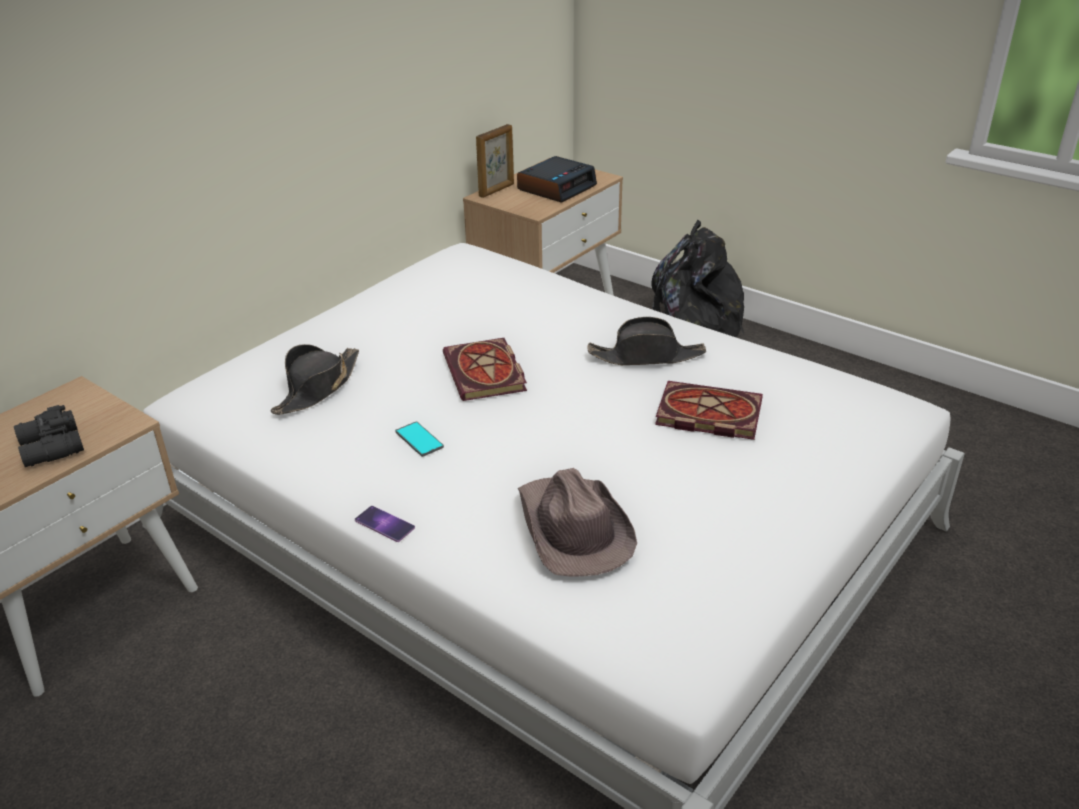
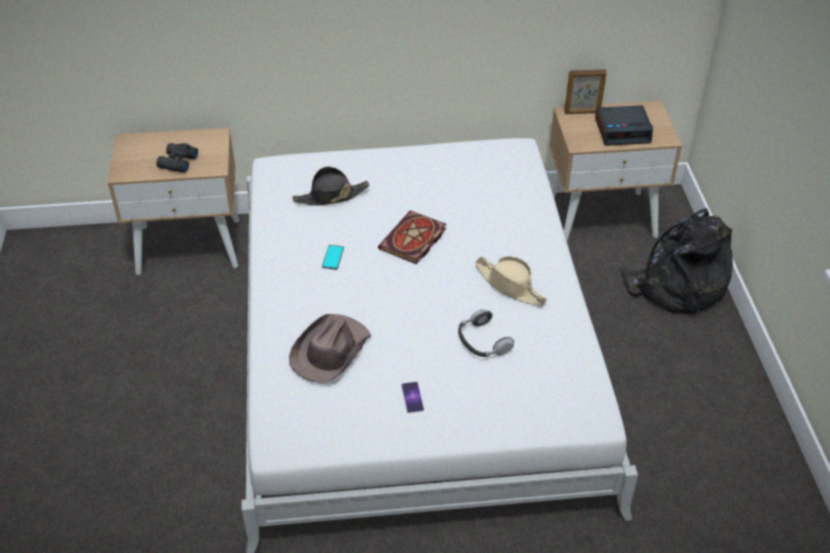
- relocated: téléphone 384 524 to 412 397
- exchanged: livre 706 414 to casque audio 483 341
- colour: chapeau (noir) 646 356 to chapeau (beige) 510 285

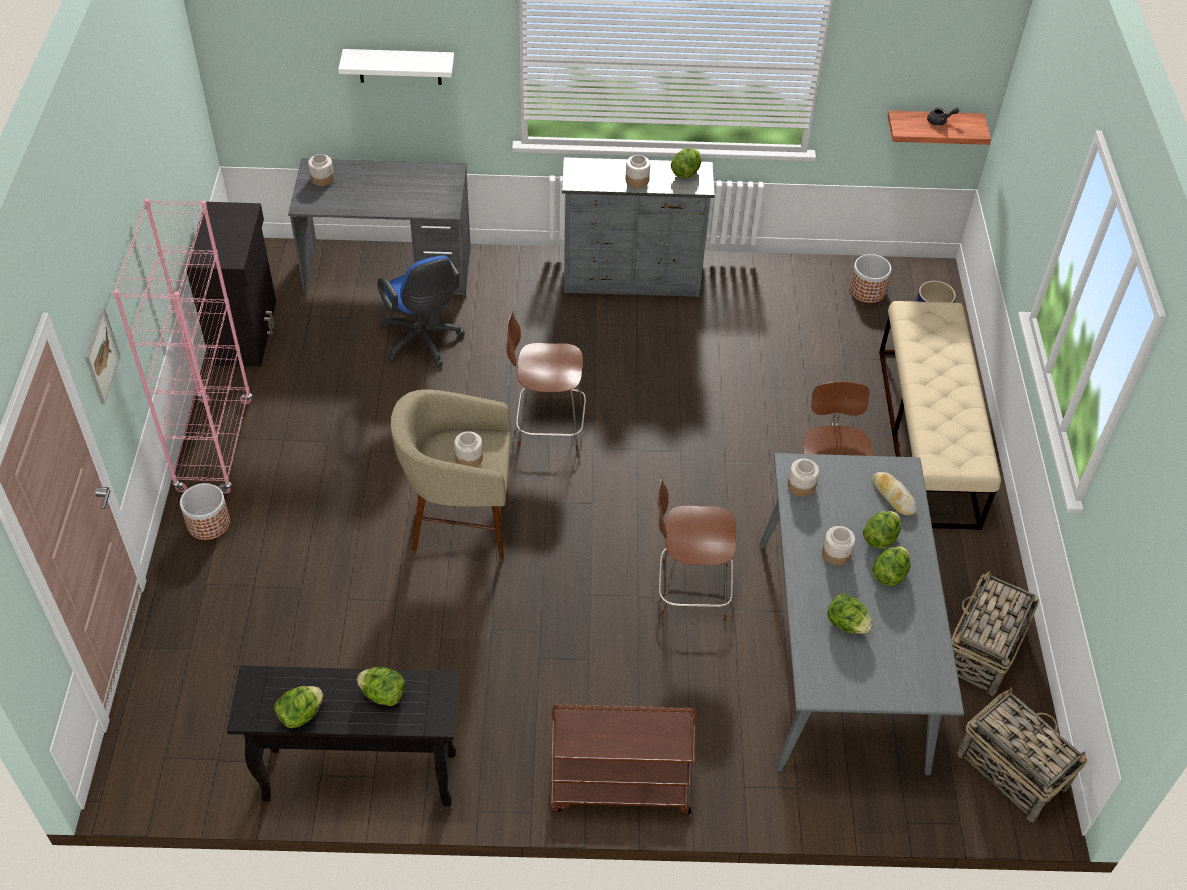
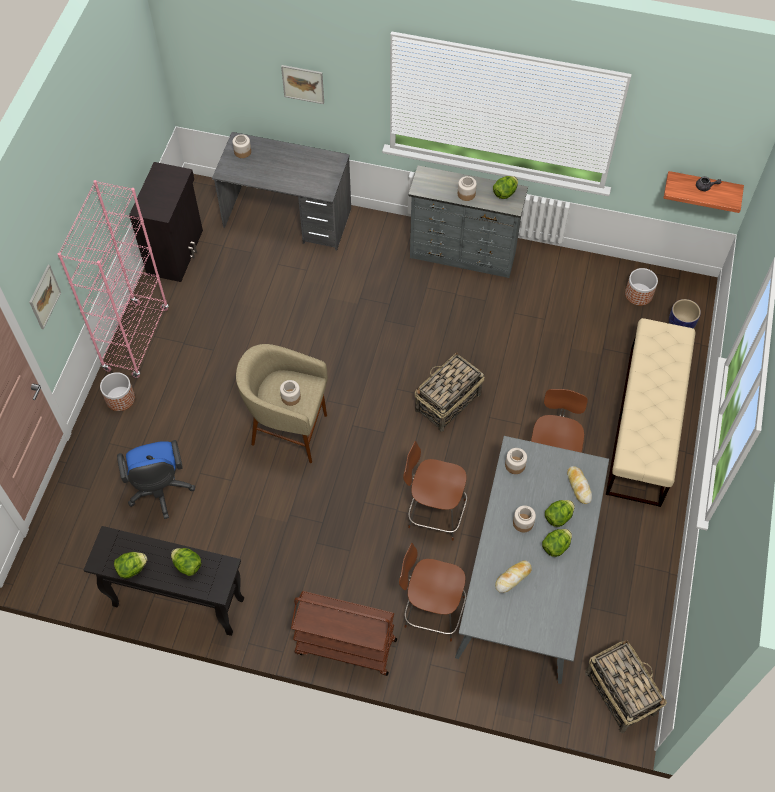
- relocated: chaise de bureau (bleu) 423 342 to 161 491
- exchanged: étagère (blanc) 399 66 to tableau 303 84
- relocated: chaise (marron) 547 425 to 432 611
- relocated: panier 982 651 to 447 403
- exchanged: laitue 846 624 to pain 513 577

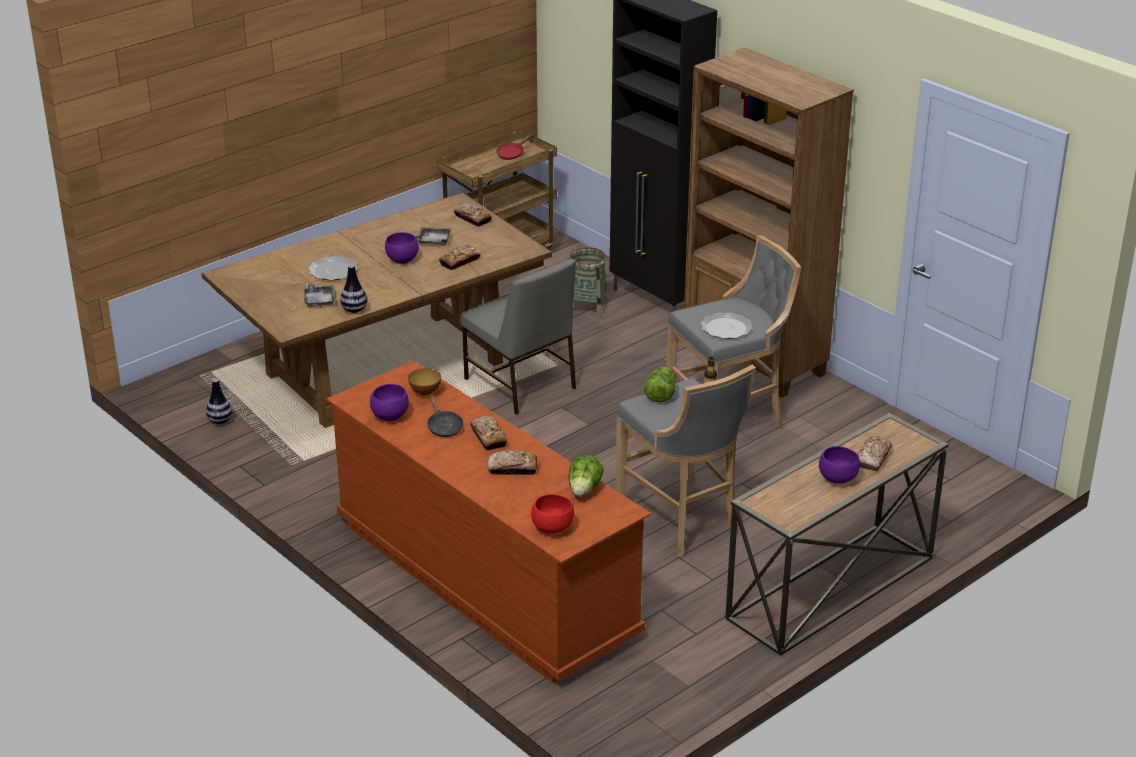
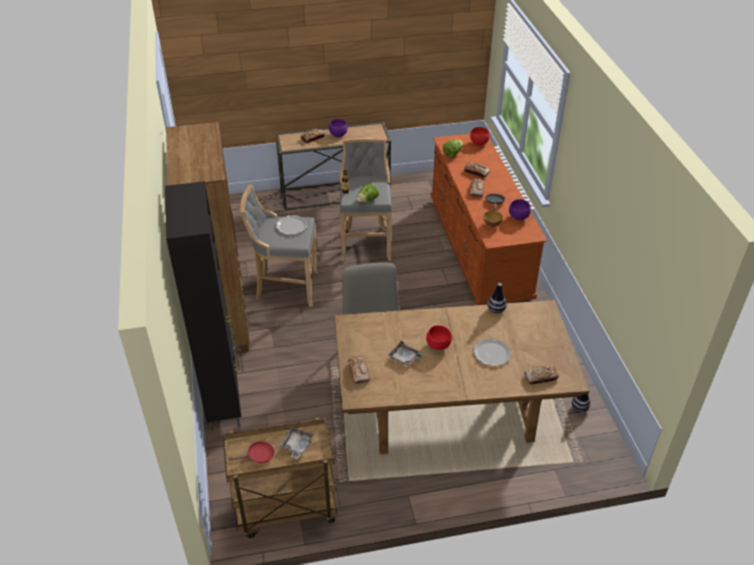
- relocated: plateau (gris) 319 300 to 297 445
- colour: bol (violet) 402 260 to bol (rouge) 439 345
- relocated: pain 460 261 to 540 377
- missing: panier 587 308

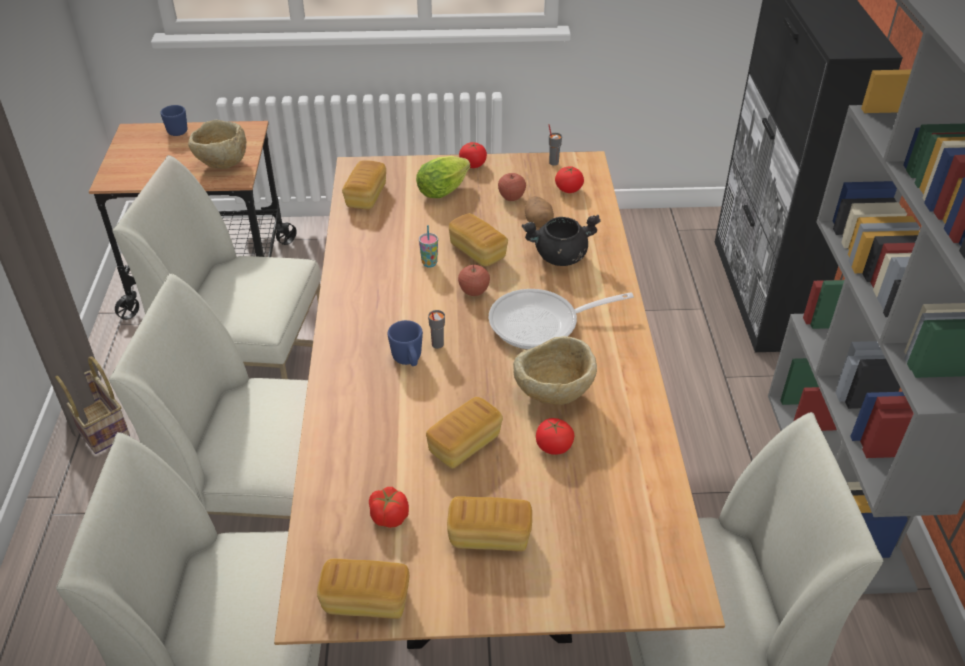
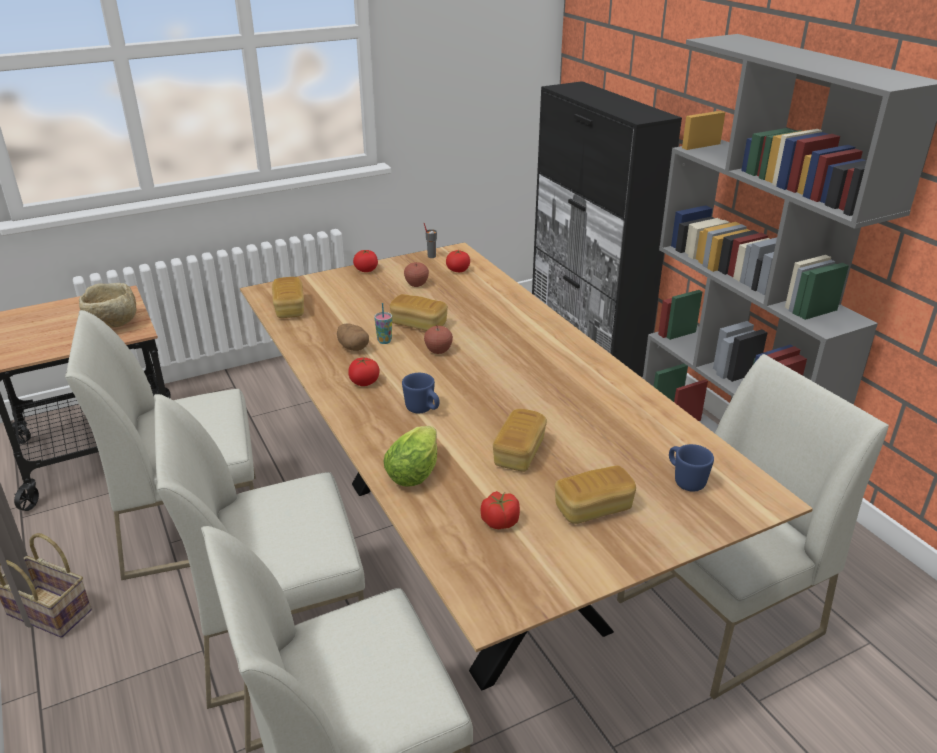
- relocated: pomme de terre 538 222 to 353 347
- relocated: tomate 554 447 to 364 382
- relocated: laitue 445 190 to 416 470
- relocated: mug (bleu) 178 130 to 685 480
- missing: pain 366 600
- missing: tasse (gris) 437 344
- missing: poêle 542 324
- missing: bol (beige) 553 396
- missing: marmite (noir) 559 257

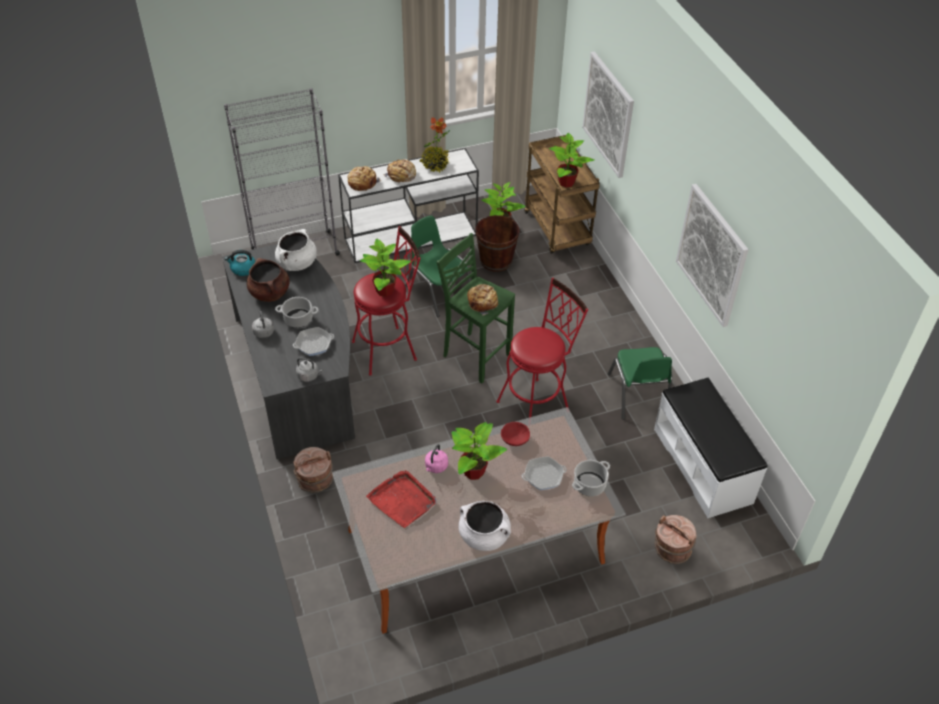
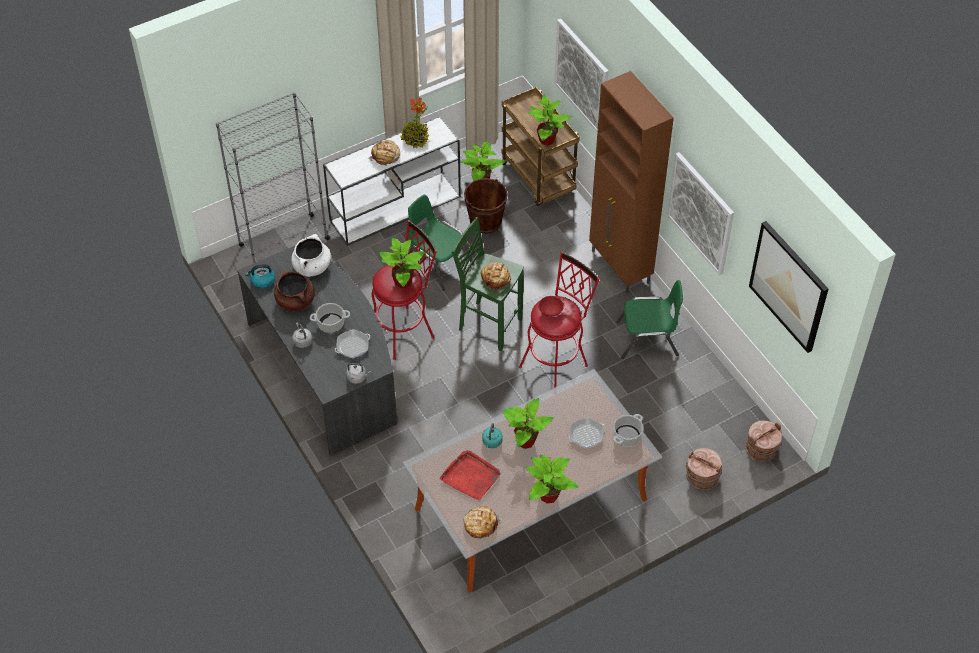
- relocated: pain 362 182 to 480 524
- colour: bouilloire (rose) 435 467 to bouilloire (turquoise) 491 442
- exchanged: marmite (blanc) 484 536 to plante en pot 548 495
- relocated: bol (rouge) 514 439 to 550 311
- appeared: meuble de rangement (marron) 620 267
- spun: chaise (vert) 638 395 = 647 339 75 degrees counterclockwise
- relocated: seau (marron) 315 481 to 761 450
- appeared: tableau 789 286
- missing: banc (blanc) 703 465

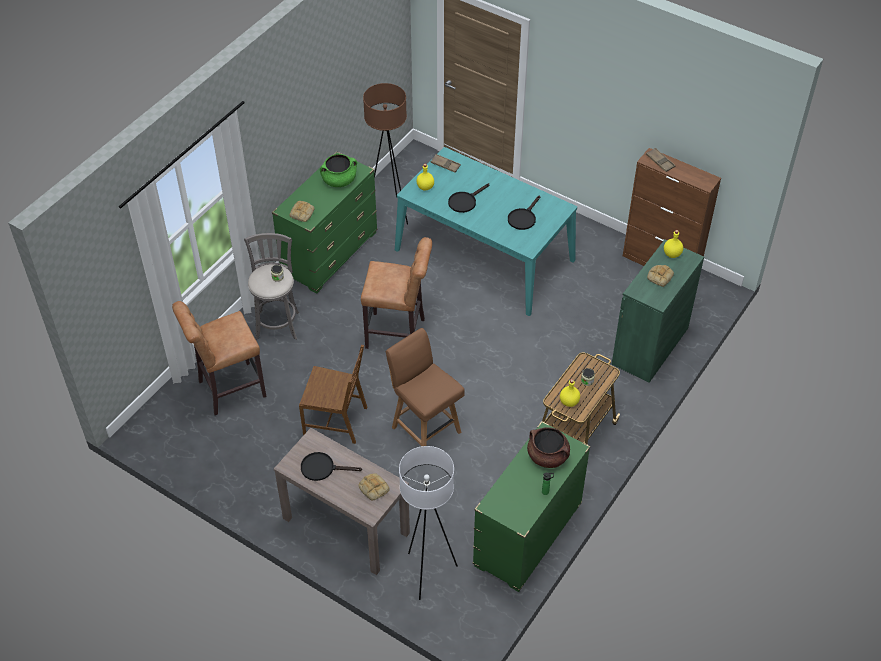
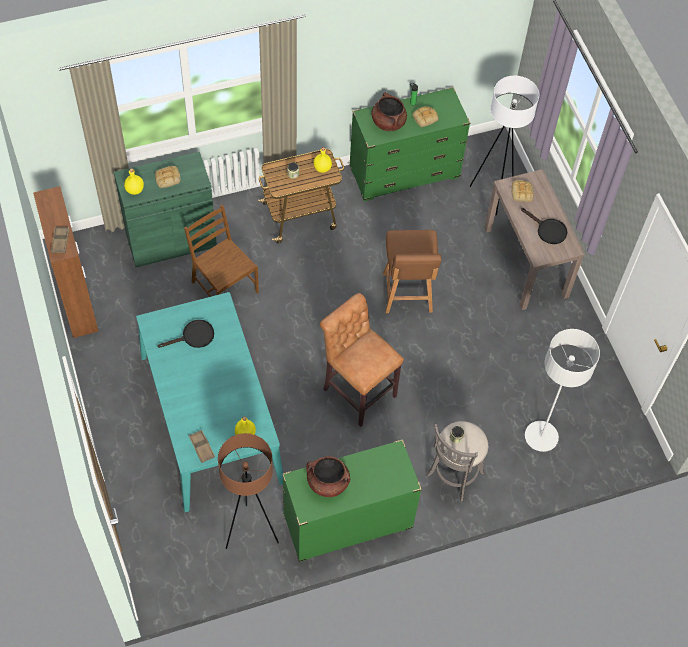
- relocated: chaise (marron) 336 420 to 224 287
- colour: marmite (vert) 339 180 to marmite (marron) 327 482
- relocated: pain 302 213 to 425 117
- exchanged: tabouret (marron) 228 390 to lampadaire (gris) 541 437
- missing: poêle (noir) 465 201

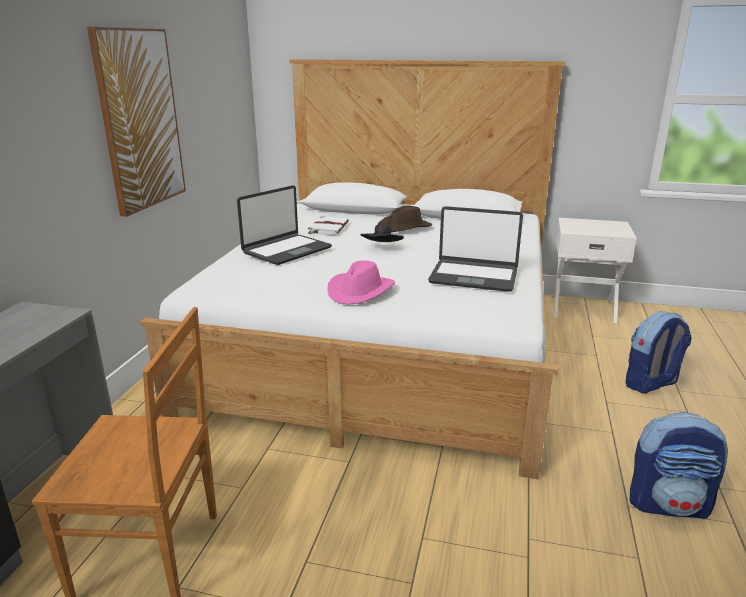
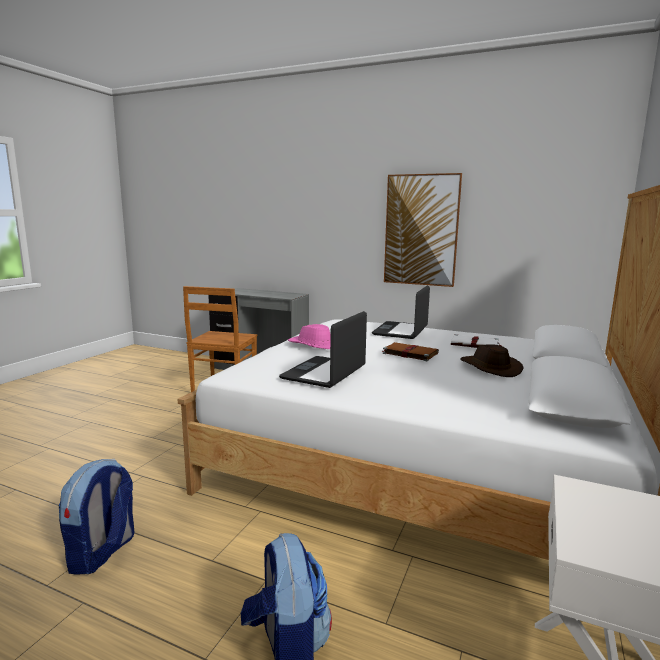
- spun: ordinateur portable 286 250 = 401 331 60 degrees clockwise
- exchanged: chapeau (noir) 382 248 to livre (marron) 409 353

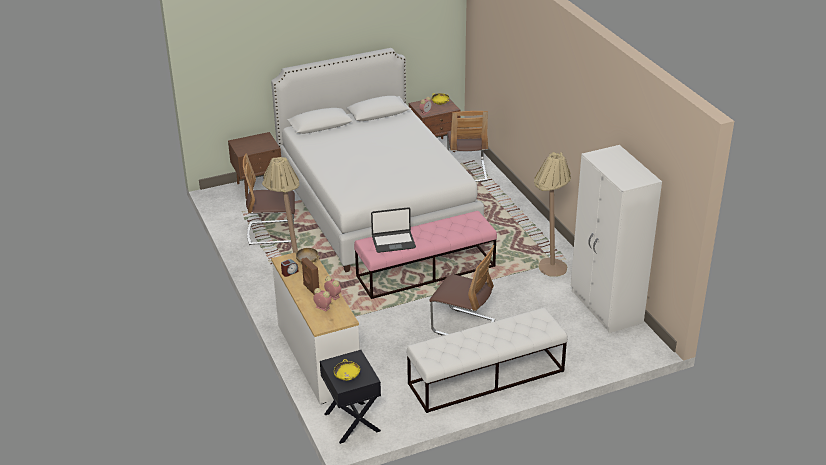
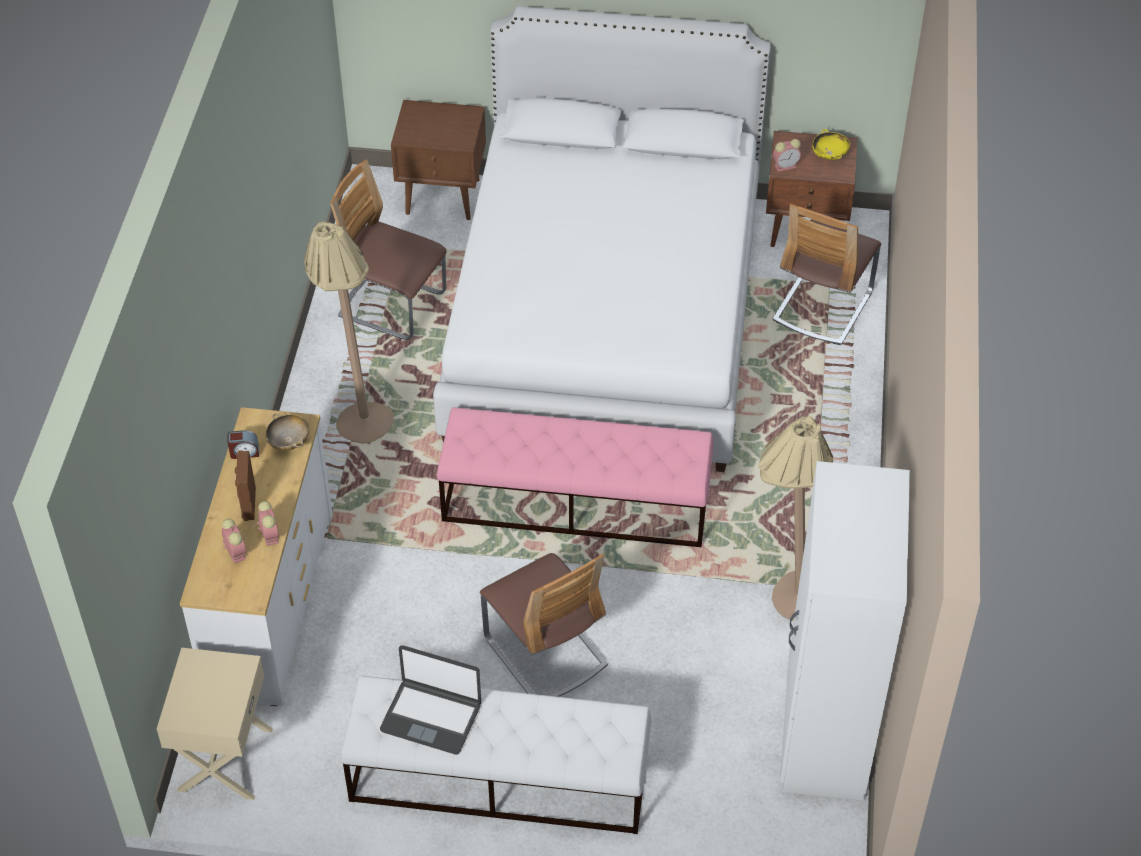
- colour: table de chevet (noir) 351 422 to table de chevet (beige) 223 759
- relocated: ordinateur portable 393 242 to 431 717
- missing: bol (jaune) 347 377

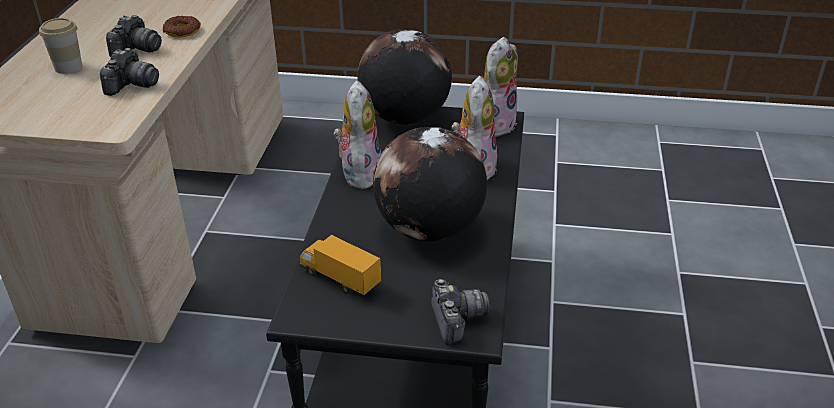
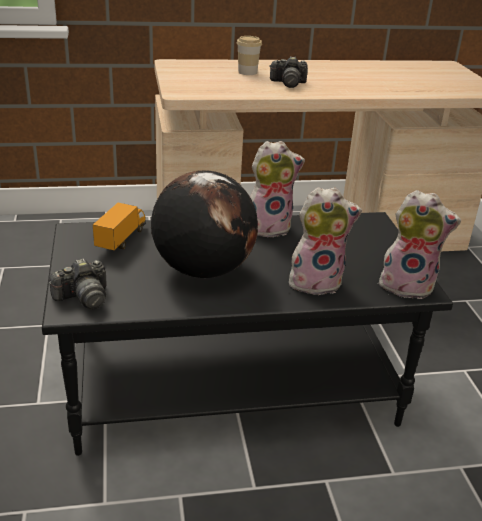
- missing: appareil photo 131 85
- missing: beignet 182 31
- missing: globe 404 118

